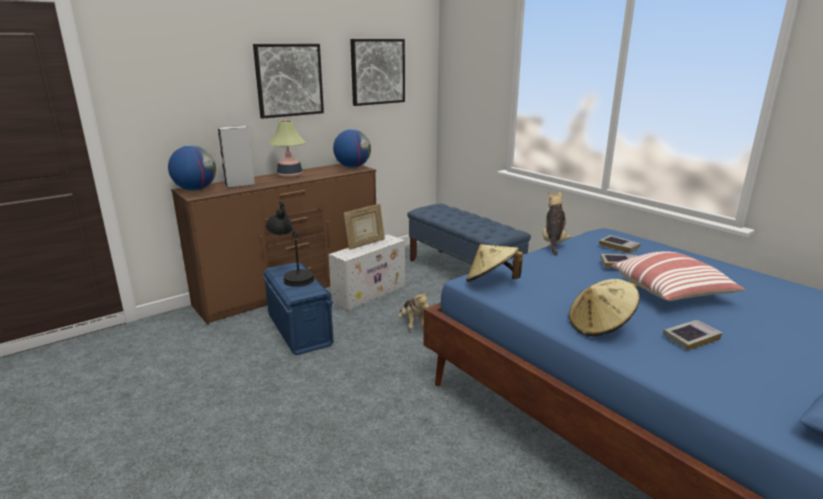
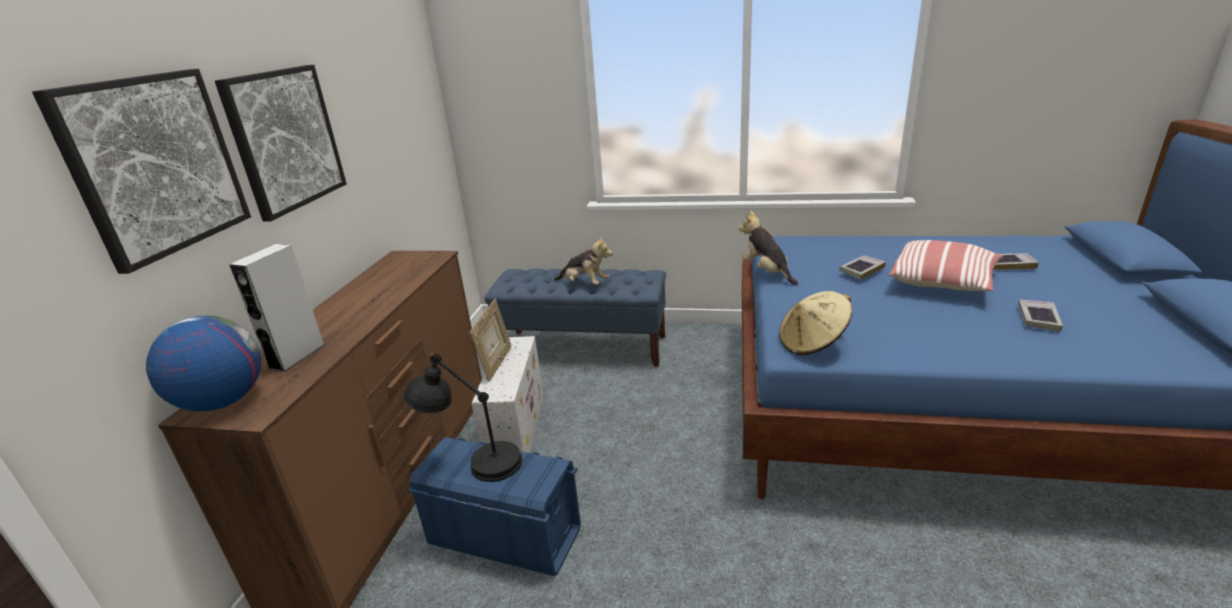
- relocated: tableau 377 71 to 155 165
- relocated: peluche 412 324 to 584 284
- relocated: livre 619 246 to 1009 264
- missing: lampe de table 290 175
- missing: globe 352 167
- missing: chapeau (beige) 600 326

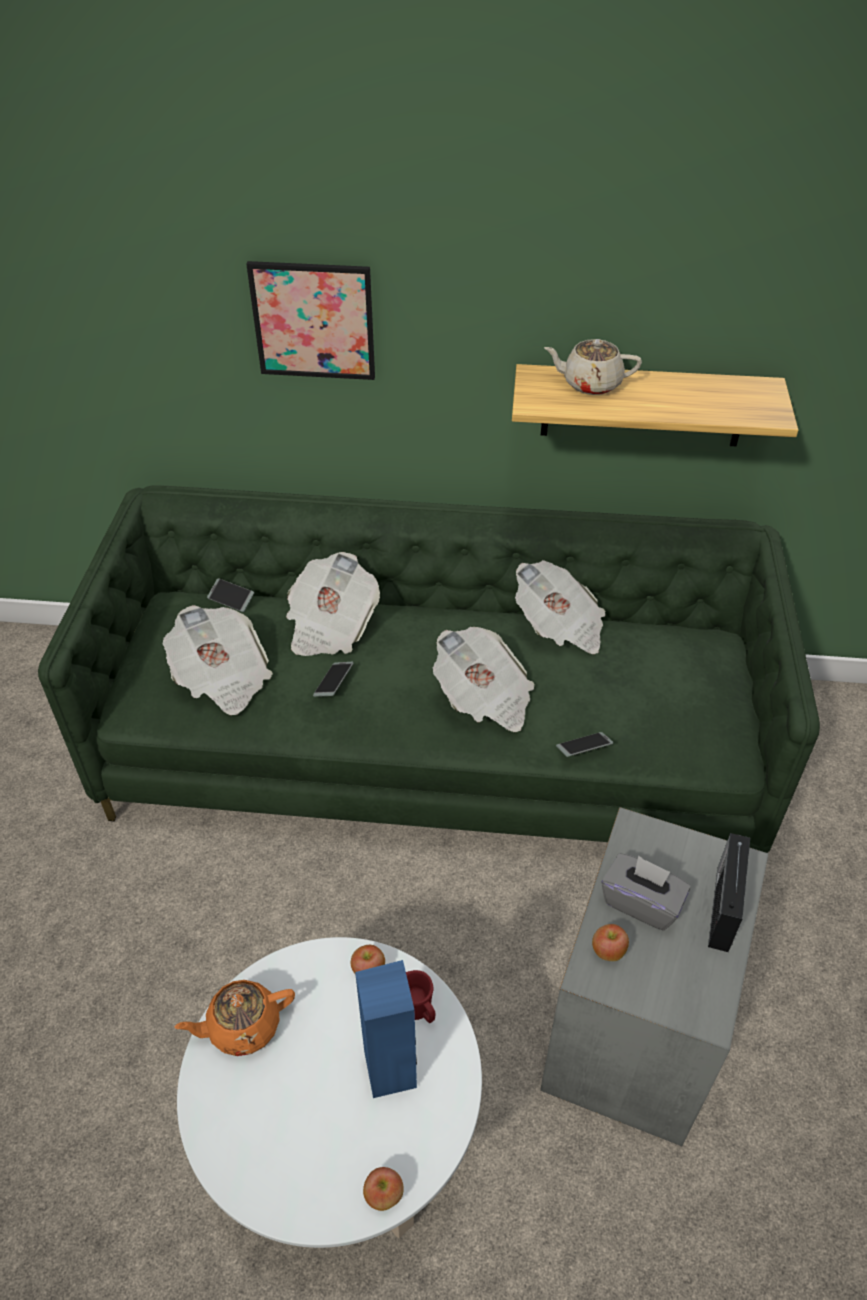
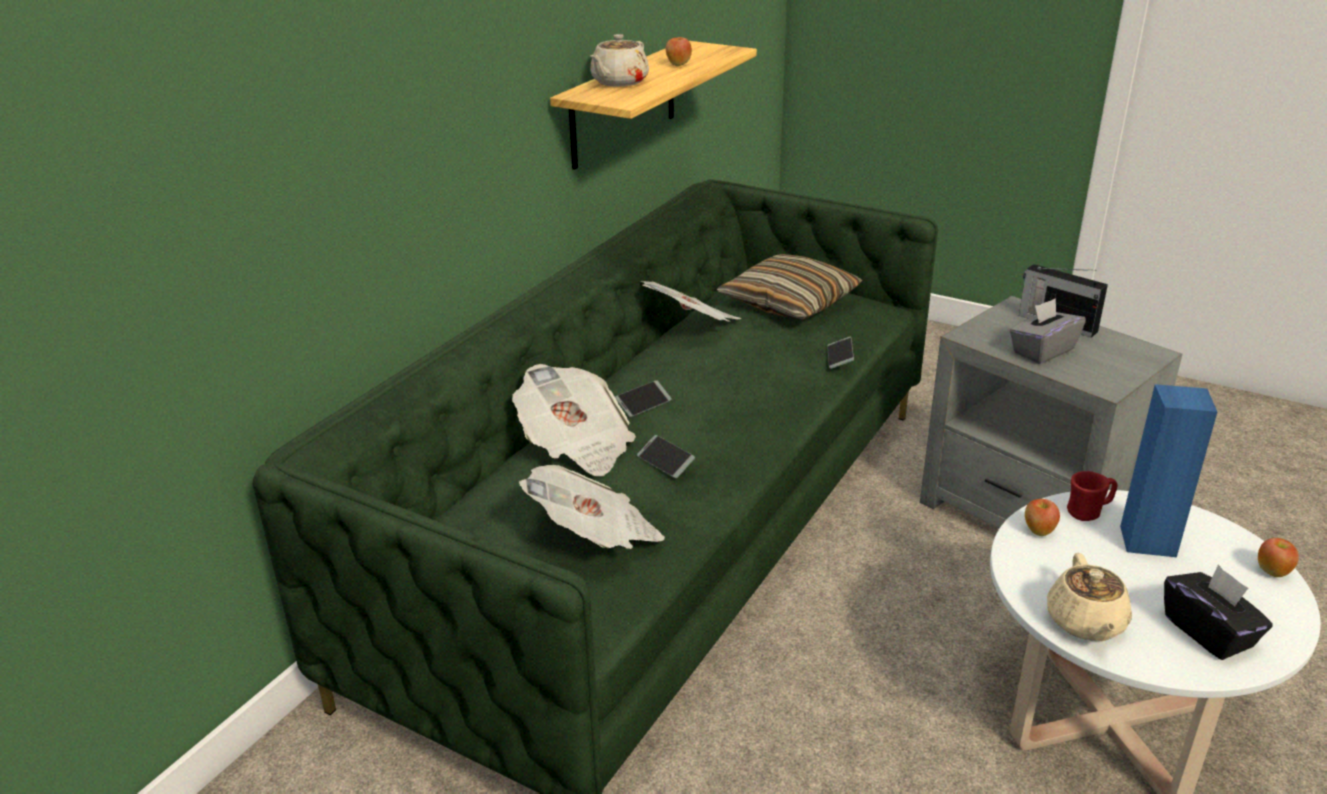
- relocated: téléphone 231 599 to 643 404
- relocated: pomme 608 951 to 678 65
- appeared: coussin 789 302
- colour: théière (orange) 242 1026 to théière (beige) 1085 623
- appeared: boîte à mouchoirs (noir) 1208 632
- missing: tableau 313 321
- missing: journal 484 698

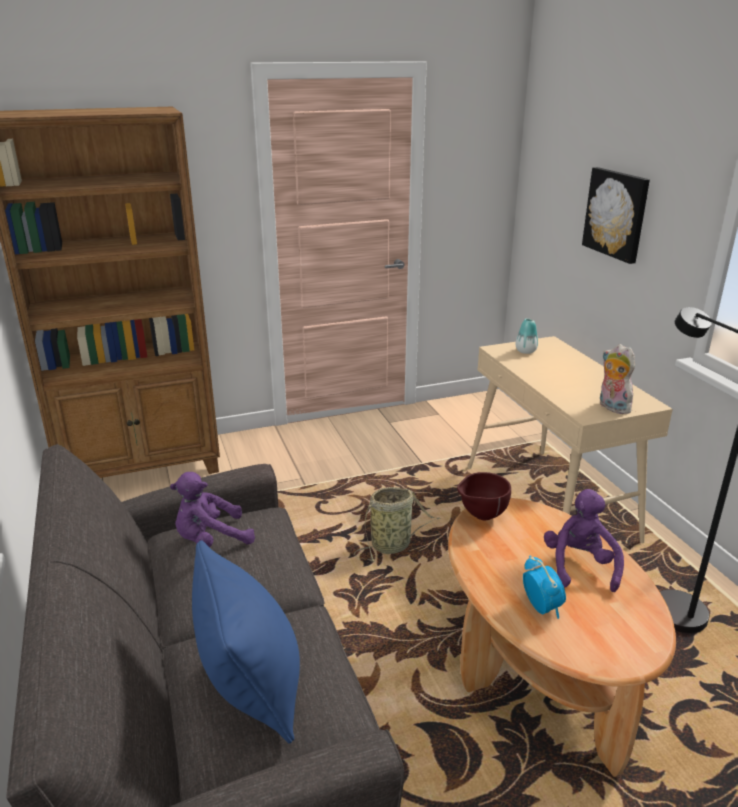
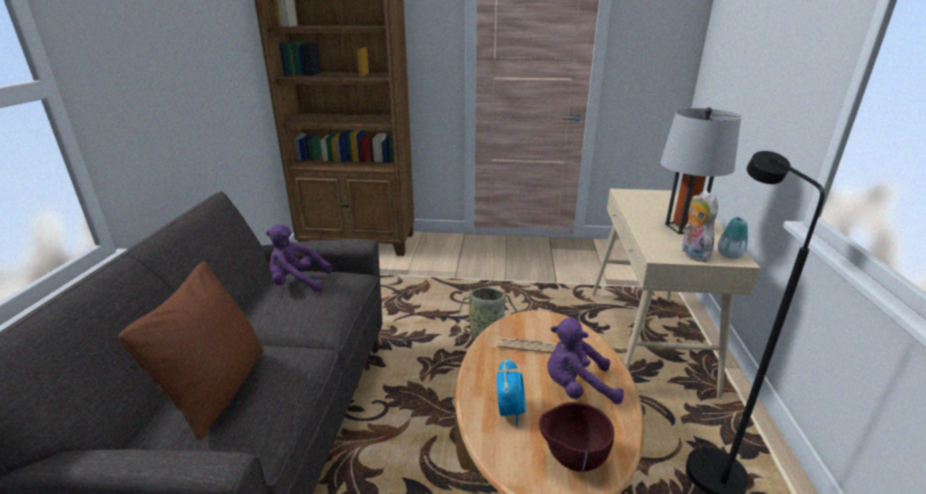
- colour: coussin (bleu) 252 688 to coussin (marron) 218 390
- appeared: journal 528 346
- relocated: bol (marron) 481 516 to 571 460
- spun: peluche (violet) 579 566 = 577 387 120 degrees counterclockwise
- appeared: lampe de table (gris) 682 228
- relocated: vase 525 351 to 729 255
- missing: tableau 617 214

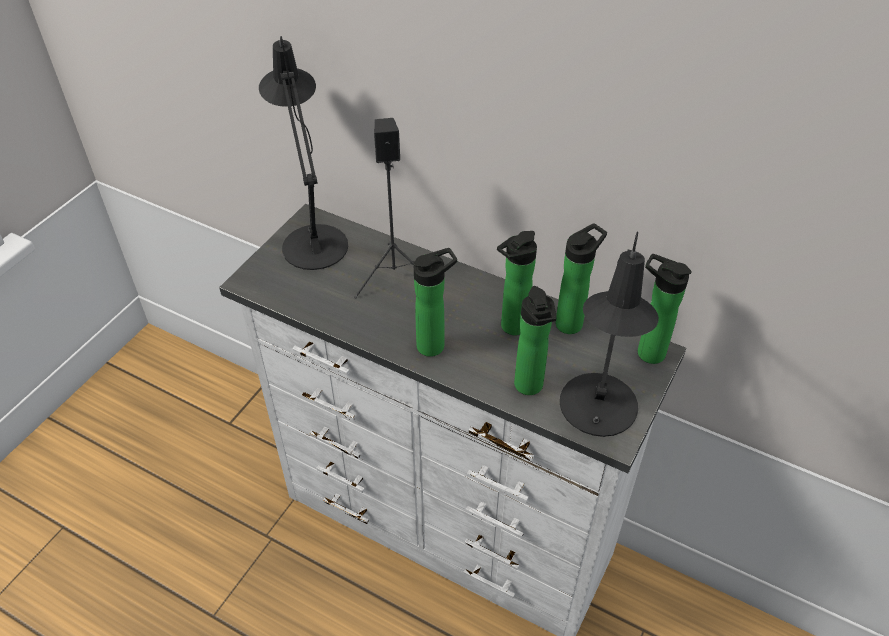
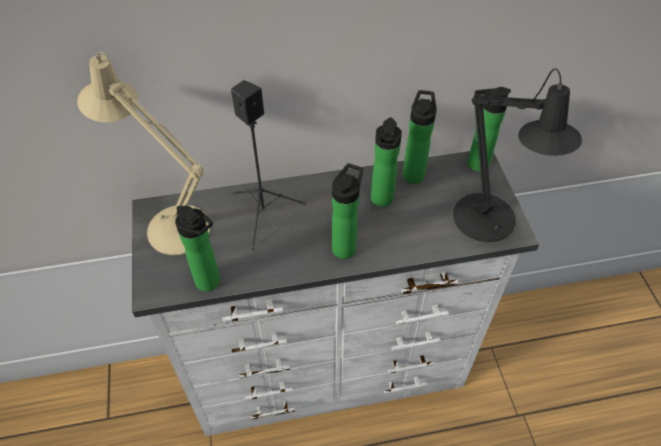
- colour: lampe de table (noir) 313 240 to lampe de table (beige) 171 225
- relocated: bouteille 530 388 to 210 283

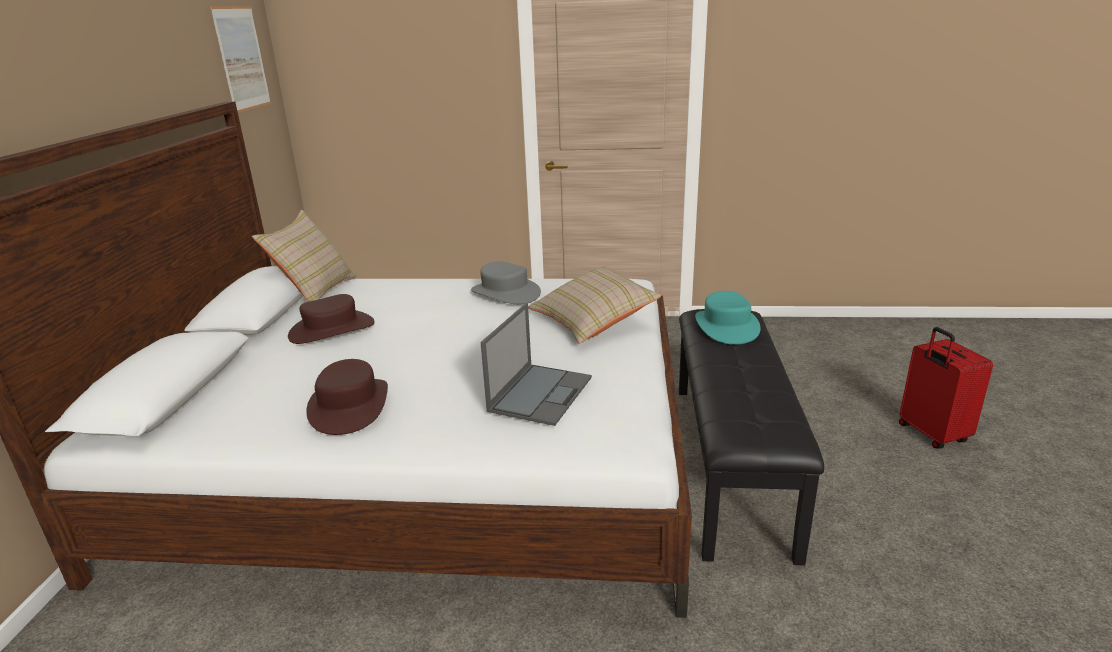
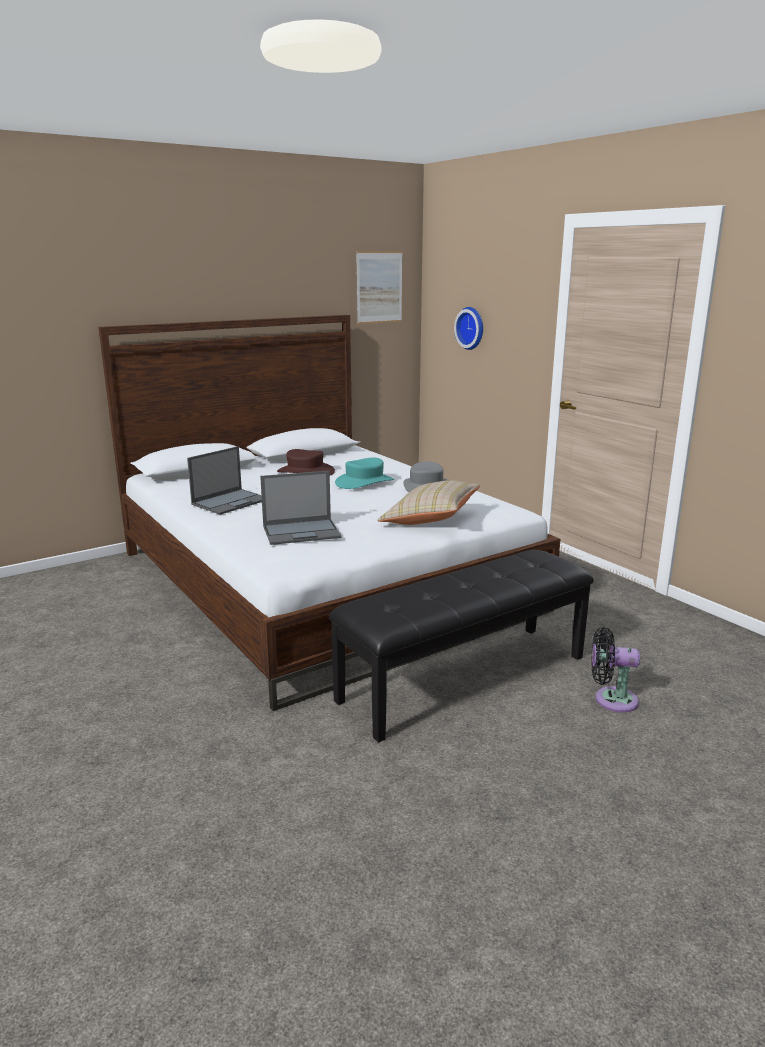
- exchanged: chapeau (marron) 349 406 to ordinateur portable 231 502
- relocated: chapeau (turquoise) 726 326 to 364 482
- appeared: horloge murale 471 328
- appeared: ventilateur (noir) 611 699
- missing: coussin (beige) 315 291
- missing: valise (rouge) 931 434

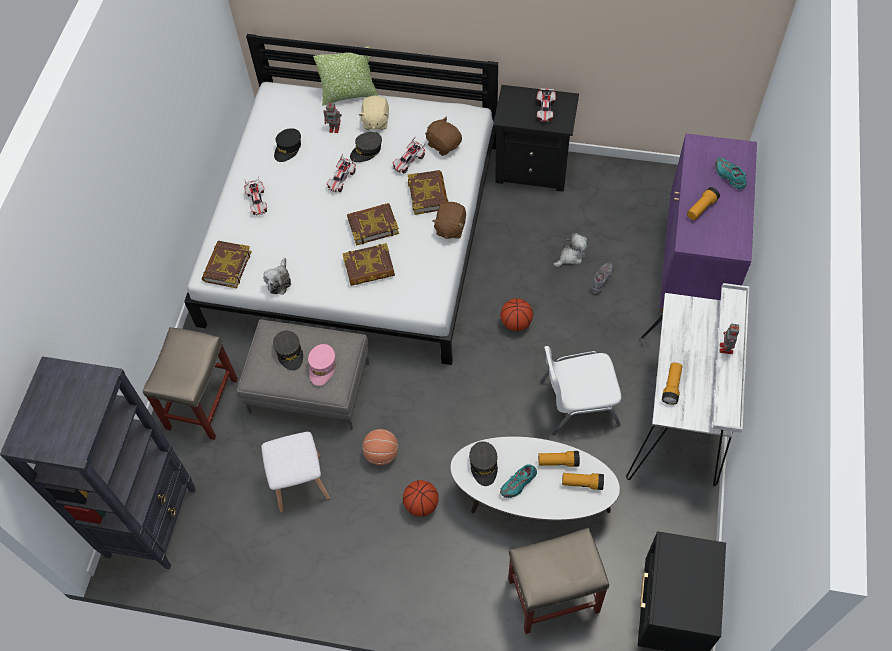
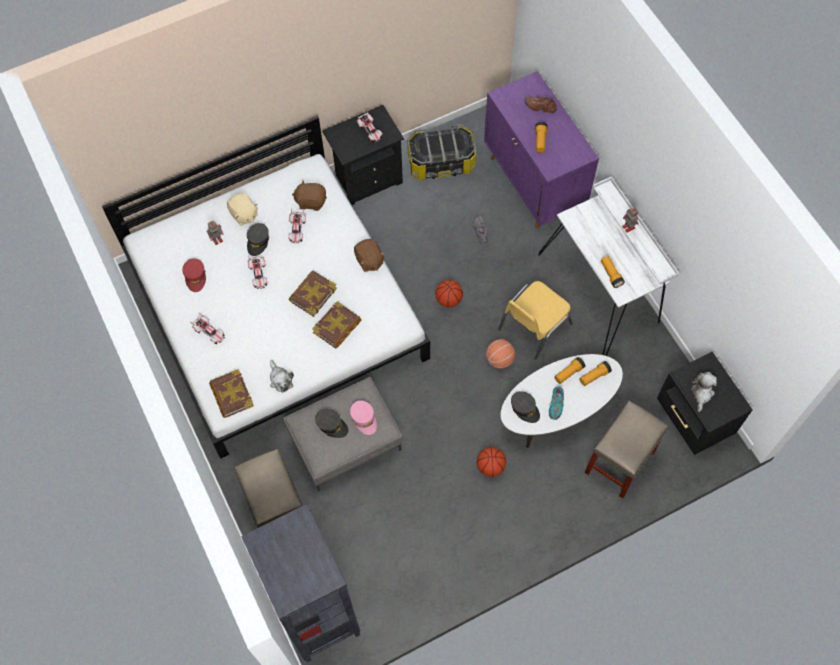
- colour: casquette (noir) 288 148 to casquette (rouge) 195 277
- appeared: boîte de rangement 441 162
- relocated: ballon de basket 381 454 to 499 359
- colour: chaise (blanc) 577 402 to chaise (jaune) 533 327
- colour: chaussure (turquoise) 729 177 to chaussure (marron) 540 107
- relocated: peluche 571 256 to 701 393
- missing: tabouret (blanc) 299 484
- missing: coussin 349 94
- missing: livre 428 194

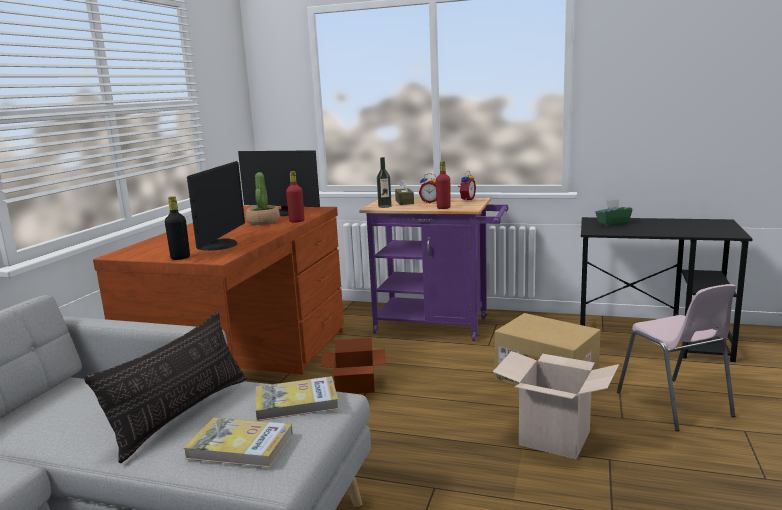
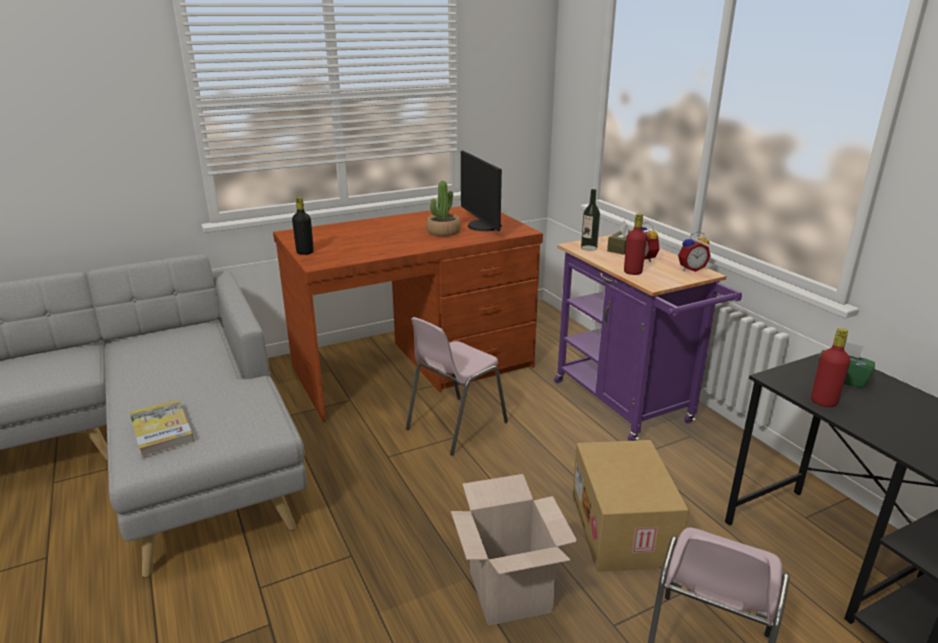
- exchanged: carton 354 385 to chaise (rose) 455 425
- relocated: bouteille (rouge) 297 221 to 823 402
- missing: coussin 181 414
- missing: écran d'ordinateur 219 245
- missing: livre 296 402

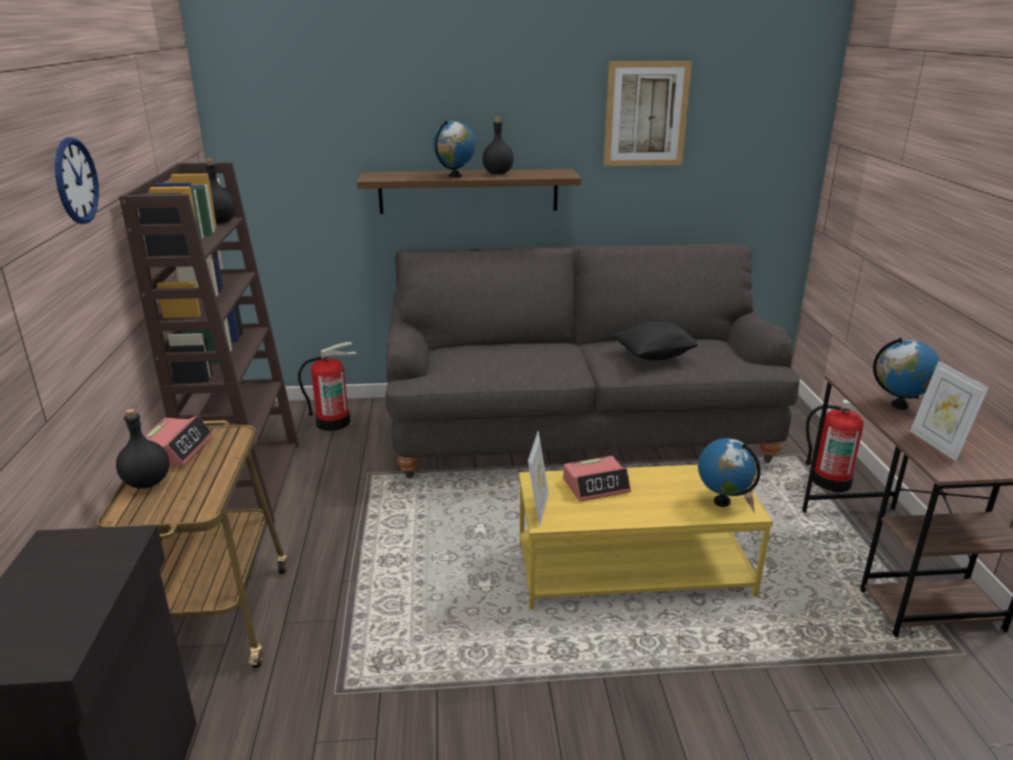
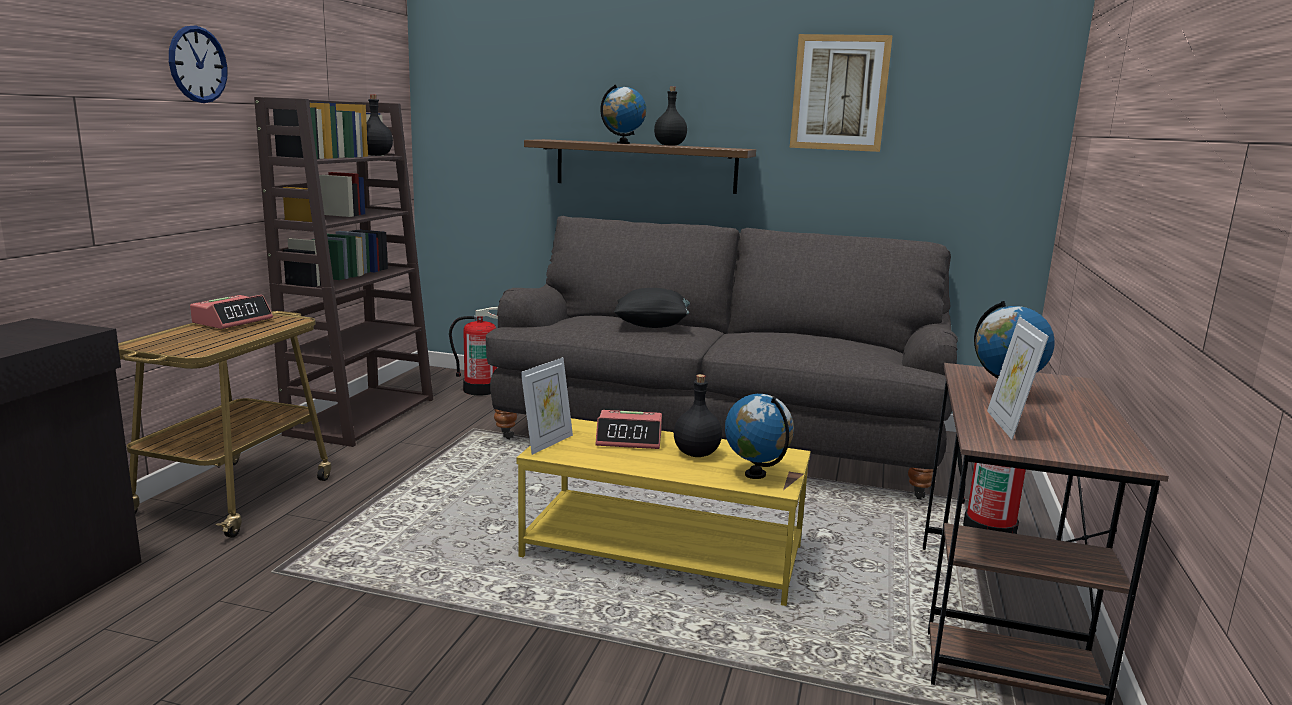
- relocated: coussin (noir) 654 356 to 652 326
- relocated: bouteille (noir) 146 483 to 695 454

